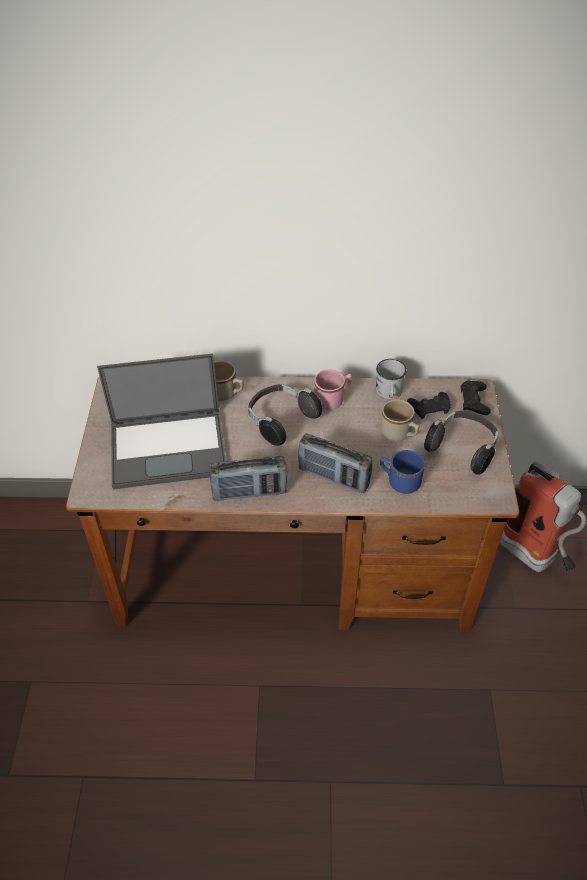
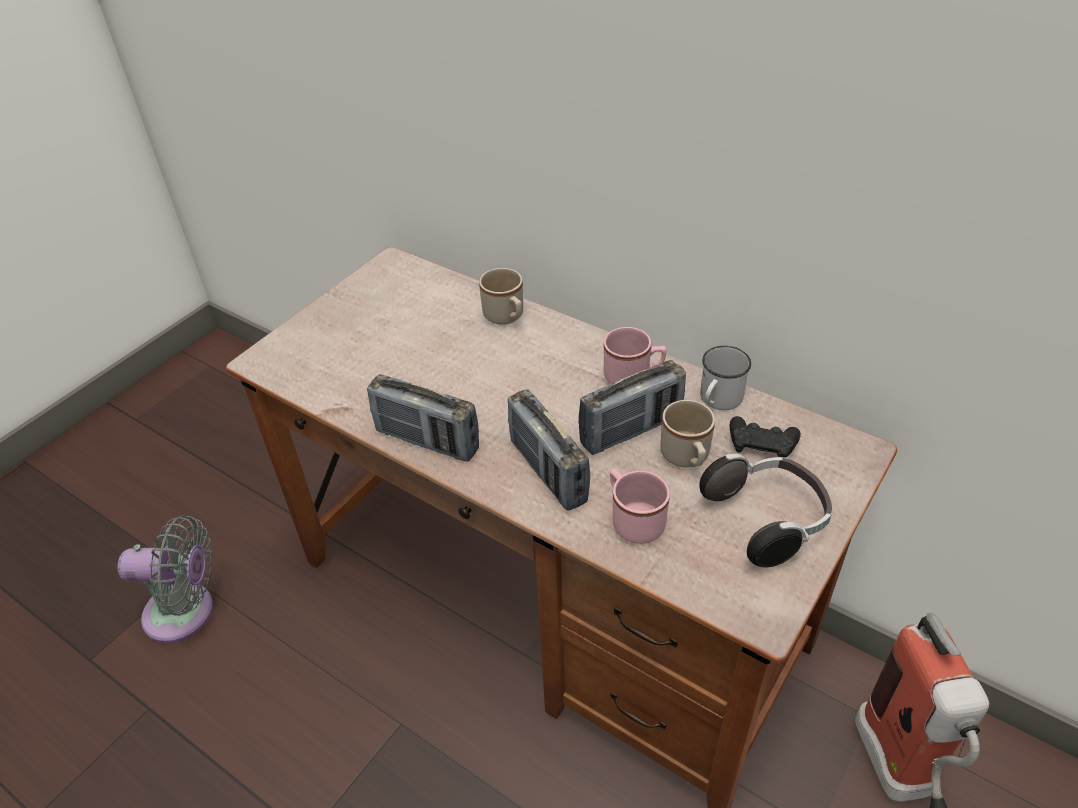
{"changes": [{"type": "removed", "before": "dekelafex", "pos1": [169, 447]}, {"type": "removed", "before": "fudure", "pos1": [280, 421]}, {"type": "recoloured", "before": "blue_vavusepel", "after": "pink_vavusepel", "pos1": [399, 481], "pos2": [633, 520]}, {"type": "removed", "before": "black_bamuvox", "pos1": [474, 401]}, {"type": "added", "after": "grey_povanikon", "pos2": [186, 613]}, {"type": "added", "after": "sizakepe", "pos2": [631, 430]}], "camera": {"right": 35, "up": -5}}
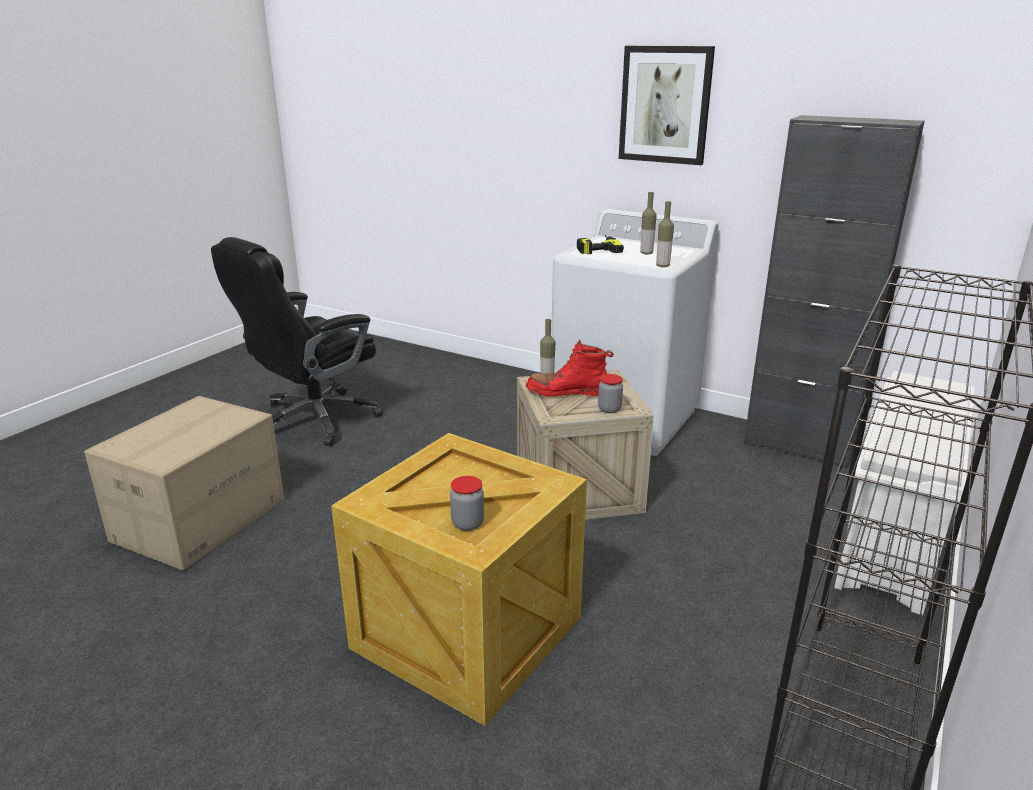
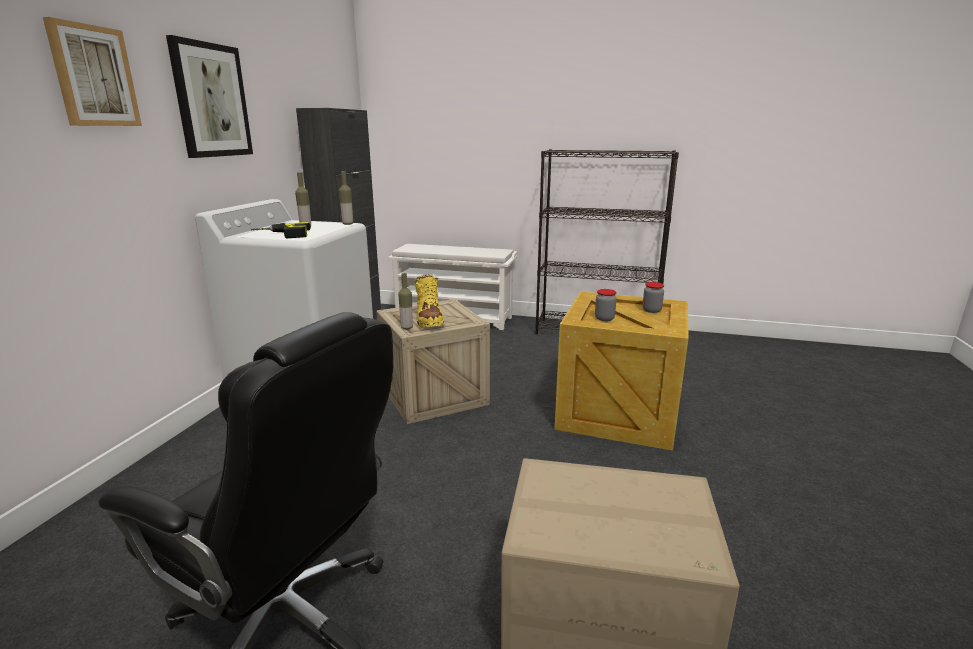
{"changes": [{"type": "recoloured", "before": "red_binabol", "after": "yellow_binabol", "pos1": [567, 392], "pos2": [429, 320]}, {"type": "moved", "before": "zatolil", "pos1": [609, 409], "pos2": [604, 318]}, {"type": "added", "after": "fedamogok", "pos2": [94, 76]}], "camera": {"right": -105, "up": -5}}
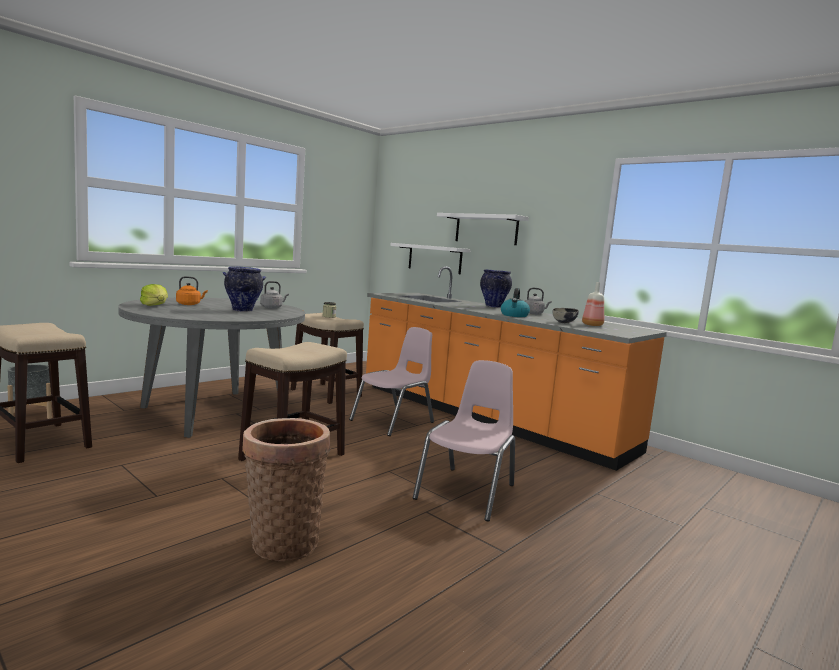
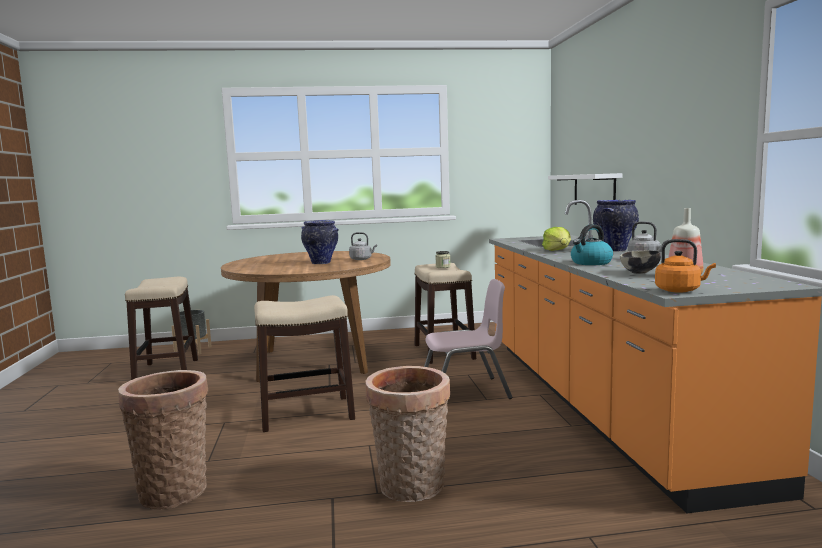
{"changes": [{"type": "recoloured", "before": "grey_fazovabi", "after": "brown_fazovabi", "pos1": [214, 412], "pos2": [313, 361]}, {"type": "moved", "before": "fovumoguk", "pos1": [155, 305], "pos2": [557, 250]}, {"type": "moved", "before": "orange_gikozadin", "pos1": [189, 304], "pos2": [680, 290]}, {"type": "replaced", "before": "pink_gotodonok", "after": "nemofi", "pos1": [467, 492], "pos2": [411, 488]}, {"type": "removed", "before": "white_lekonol", "pos1": [486, 229]}], "camera": {"right": 40, "up": 0}}
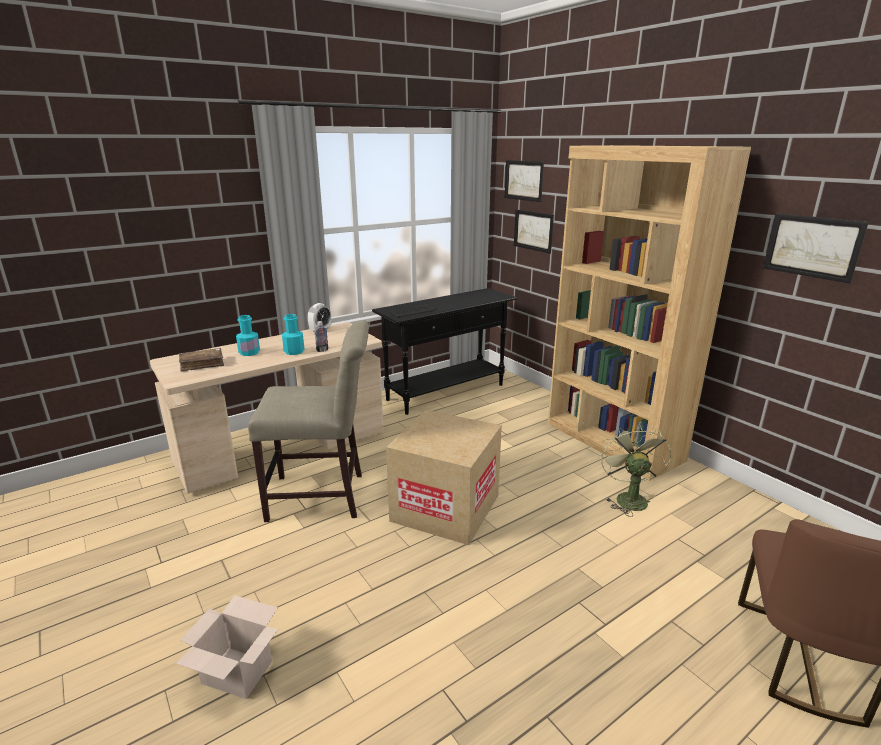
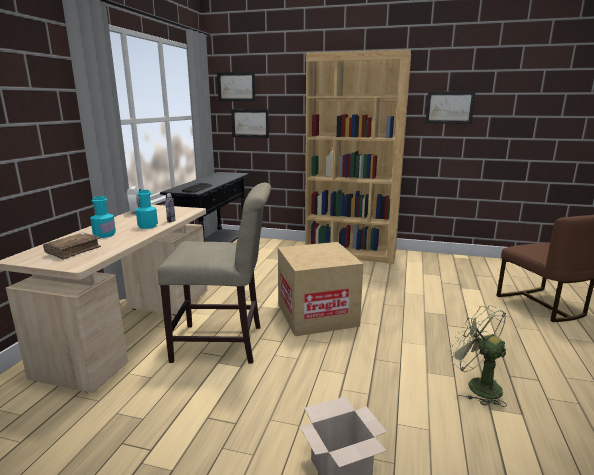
{"changes": [{"type": "turned", "before": "beige_gotodonok", "pos1": [323, 497], "pos2": [224, 344], "turn": 45}, {"type": "moved", "before": "green_povanikon", "pos1": [628, 497], "pos2": [477, 385]}], "camera": {"right": -40, "up": -5}}
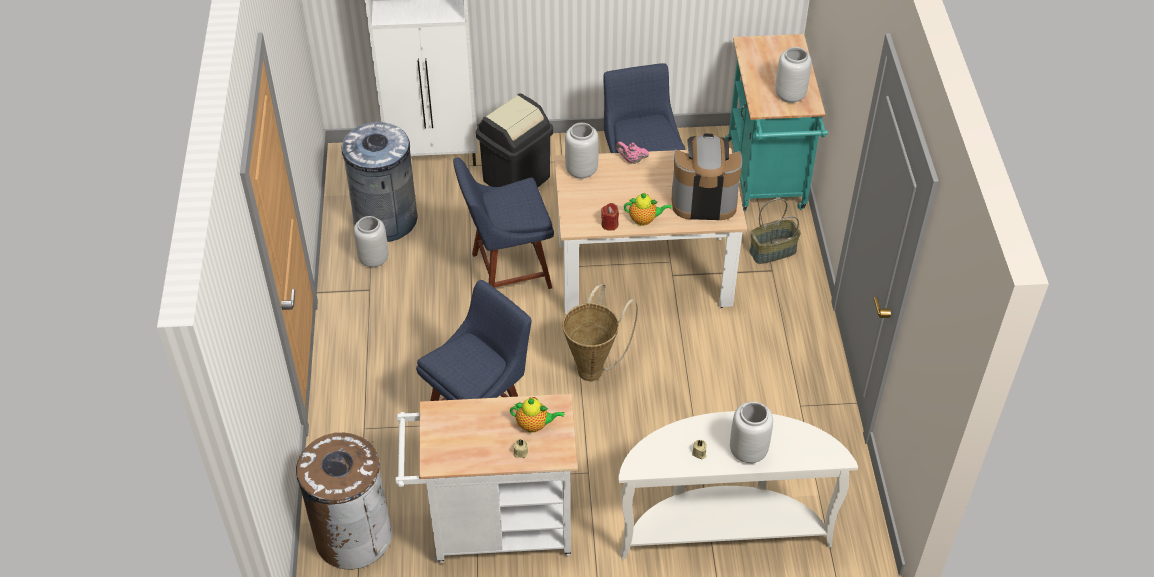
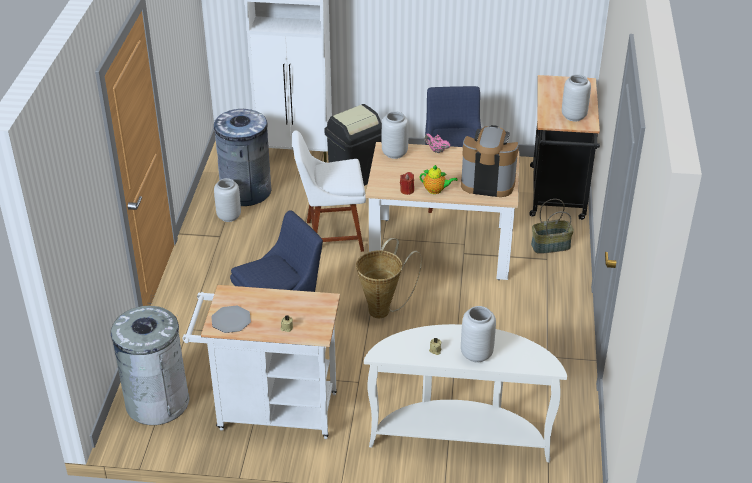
{"changes": [{"type": "recoloured", "before": "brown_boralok", "after": "grey_boralok", "pos1": [353, 536], "pos2": [157, 402]}, {"type": "recoloured", "before": "blue_gotodonok", "after": "white_gotodonok", "pos1": [506, 271], "pos2": [330, 236]}, {"type": "removed", "before": "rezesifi", "pos1": [534, 425]}, {"type": "recoloured", "before": "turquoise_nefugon", "after": "black_nefugon", "pos1": [766, 179], "pos2": [557, 196]}, {"type": "added", "after": "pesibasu", "pos2": [231, 320]}], "camera": {"right": 10, "up": -10}}
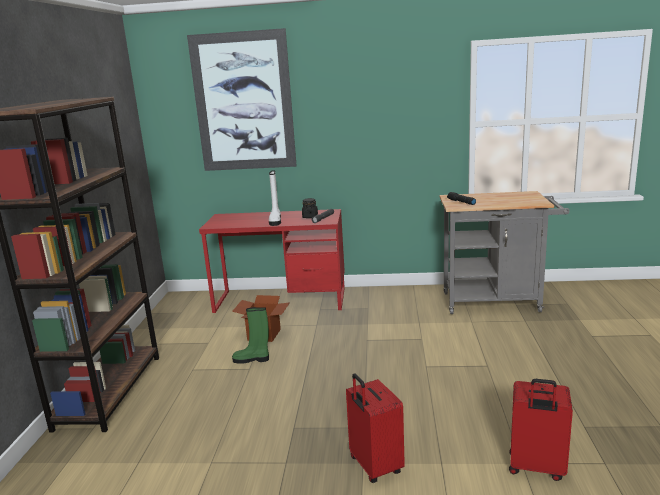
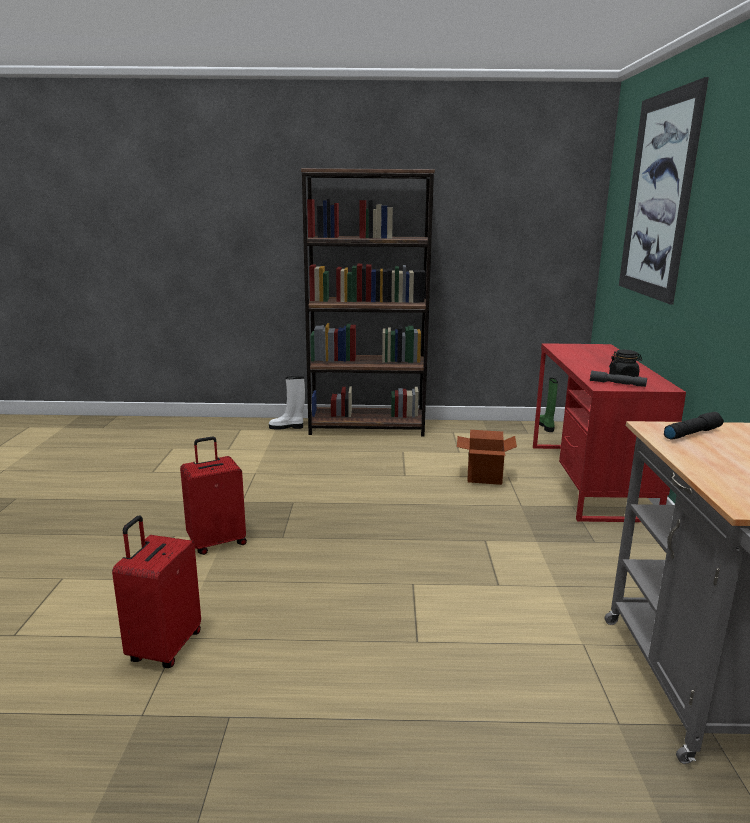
{"changes": [{"type": "moved", "before": "green_binabol", "pos1": [252, 359], "pos2": [546, 426]}, {"type": "moved", "before": "white_binabol", "pos1": [275, 221], "pos2": [287, 427]}], "camera": {"right": 85, "up": 0}}
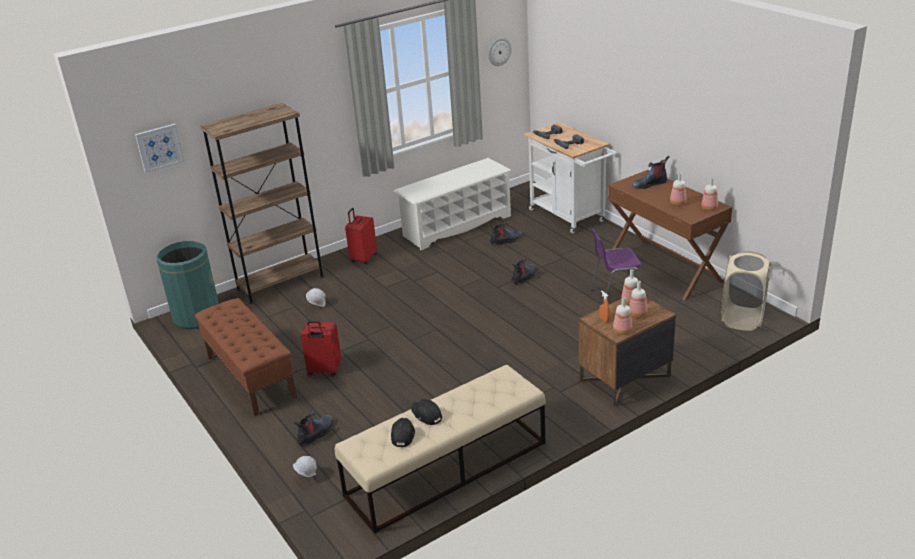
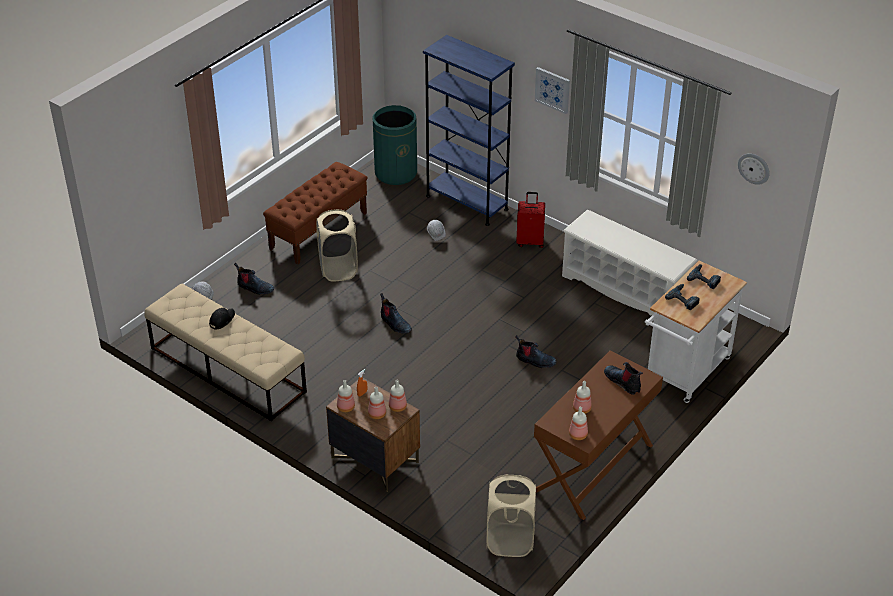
{"changes": [{"type": "moved", "before": "fedamogok", "pos1": [159, 147], "pos2": [552, 90]}, {"type": "recoloured", "before": "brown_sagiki", "after": "blue_sagiki", "pos1": [280, 283], "pos2": [466, 202]}, {"type": "replaced", "before": "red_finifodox", "after": "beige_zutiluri", "pos1": [324, 370], "pos2": [338, 269]}, {"type": "removed", "before": "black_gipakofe", "pos1": [402, 435]}, {"type": "moved", "before": "binabol", "pos1": [506, 240], "pos2": [394, 324]}, {"type": "removed", "before": "purple_gotodonok", "pos1": [615, 297]}], "camera": {"right": 70, "up": 10}}
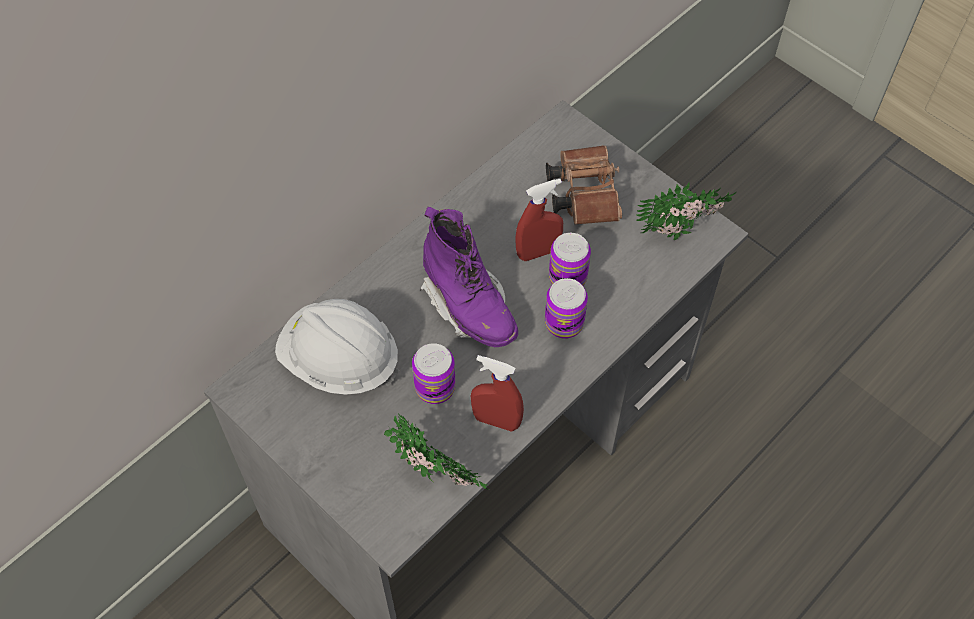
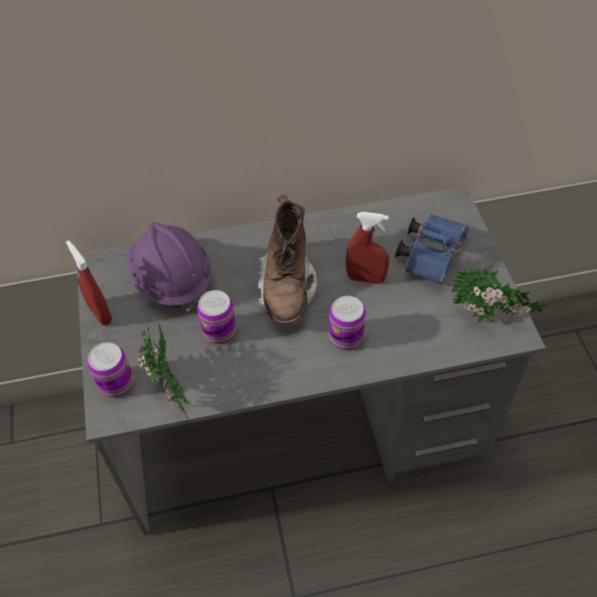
{"changes": [{"type": "recoloured", "before": "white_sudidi", "after": "purple_sudidi", "pos1": [339, 361], "pos2": [172, 280]}, {"type": "recoloured", "before": "purple_binabol", "after": "brown_binabol", "pos1": [468, 305], "pos2": [287, 289]}, {"type": "moved", "before": "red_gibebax", "pos1": [496, 420], "pos2": [100, 313]}, {"type": "recoloured", "before": "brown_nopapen", "after": "blue_nopapen", "pos1": [583, 193], "pos2": [431, 254]}, {"type": "moved", "before": "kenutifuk", "pos1": [567, 278], "pos2": [116, 383]}], "camera": {"right": 35, "up": -5}}
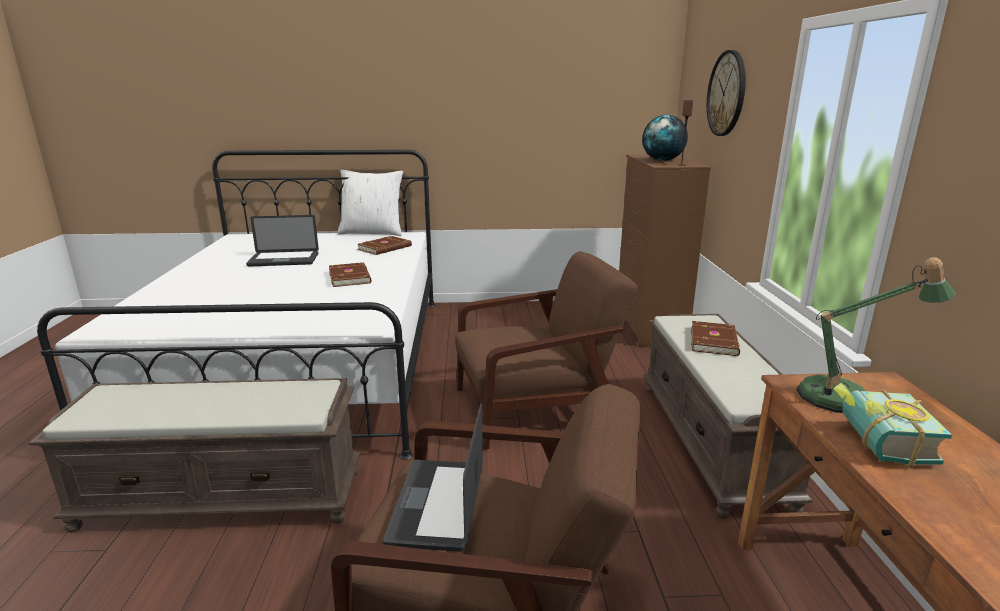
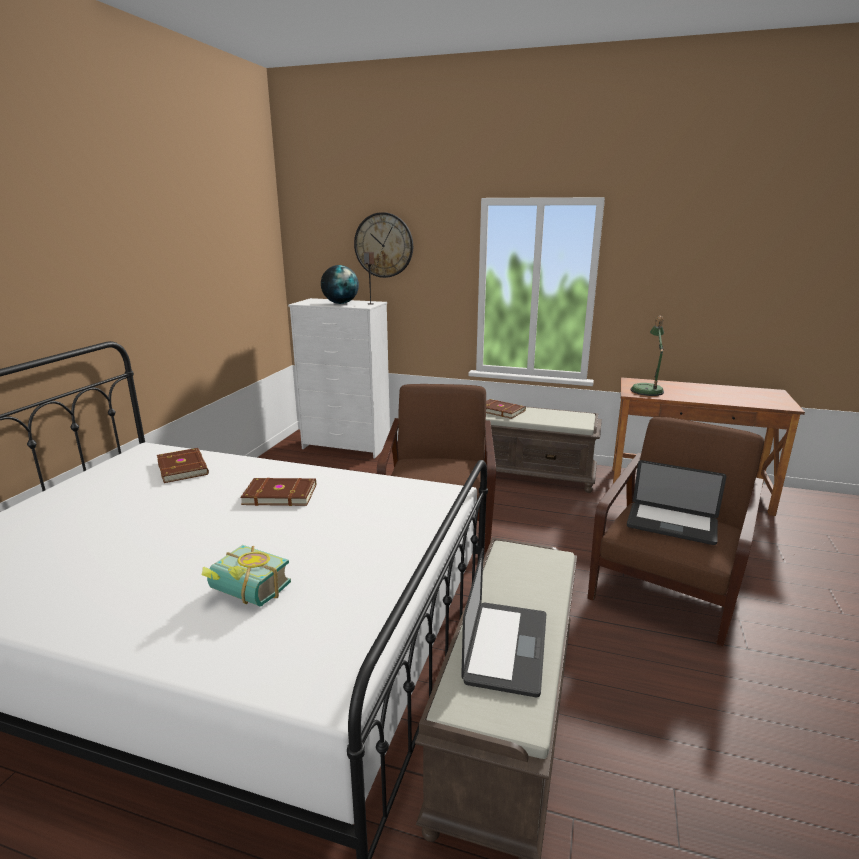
{"changes": [{"type": "moved", "before": "dekelafex", "pos1": [284, 260], "pos2": [506, 648]}, {"type": "removed", "before": "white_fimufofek", "pos1": [372, 232]}, {"type": "recoloured", "before": "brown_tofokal", "after": "white_tofokal", "pos1": [649, 327], "pos2": [346, 446]}, {"type": "moved", "before": "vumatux", "pos1": [876, 443], "pos2": [245, 594]}], "camera": {"right": -70, "up": 0}}
